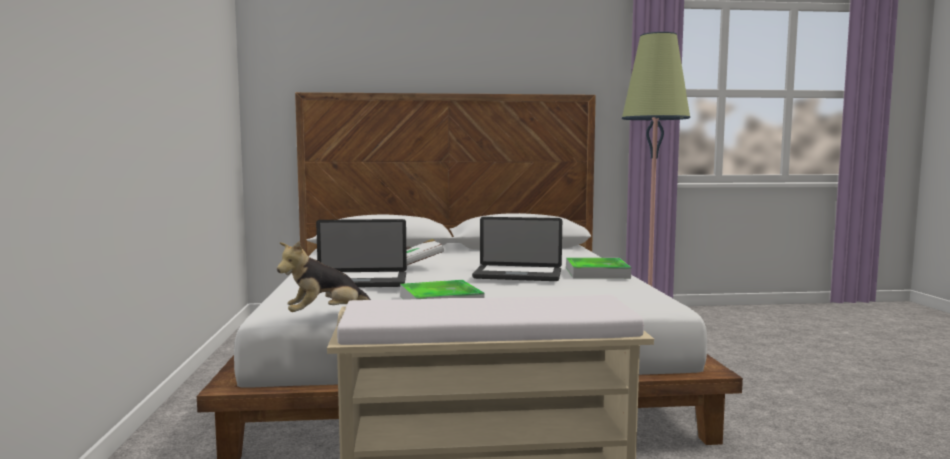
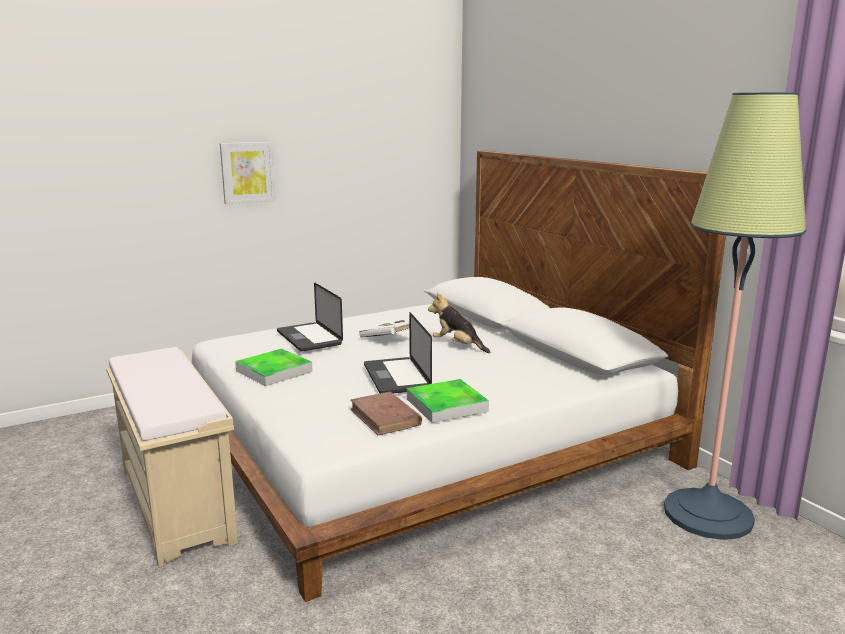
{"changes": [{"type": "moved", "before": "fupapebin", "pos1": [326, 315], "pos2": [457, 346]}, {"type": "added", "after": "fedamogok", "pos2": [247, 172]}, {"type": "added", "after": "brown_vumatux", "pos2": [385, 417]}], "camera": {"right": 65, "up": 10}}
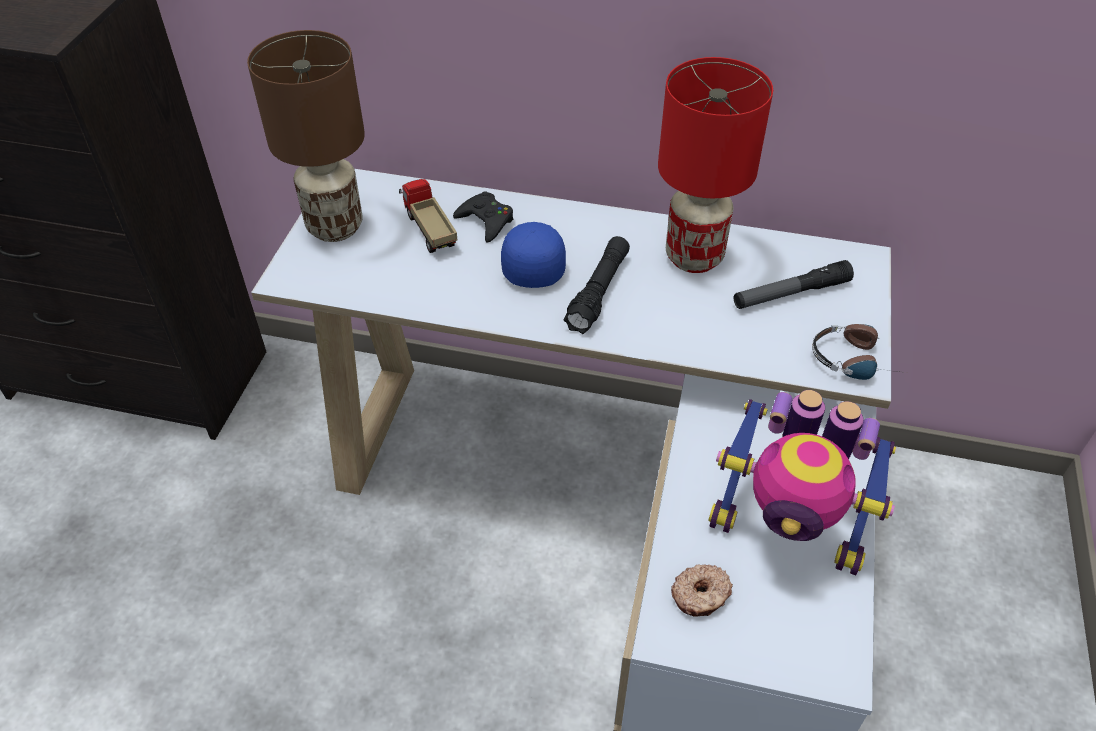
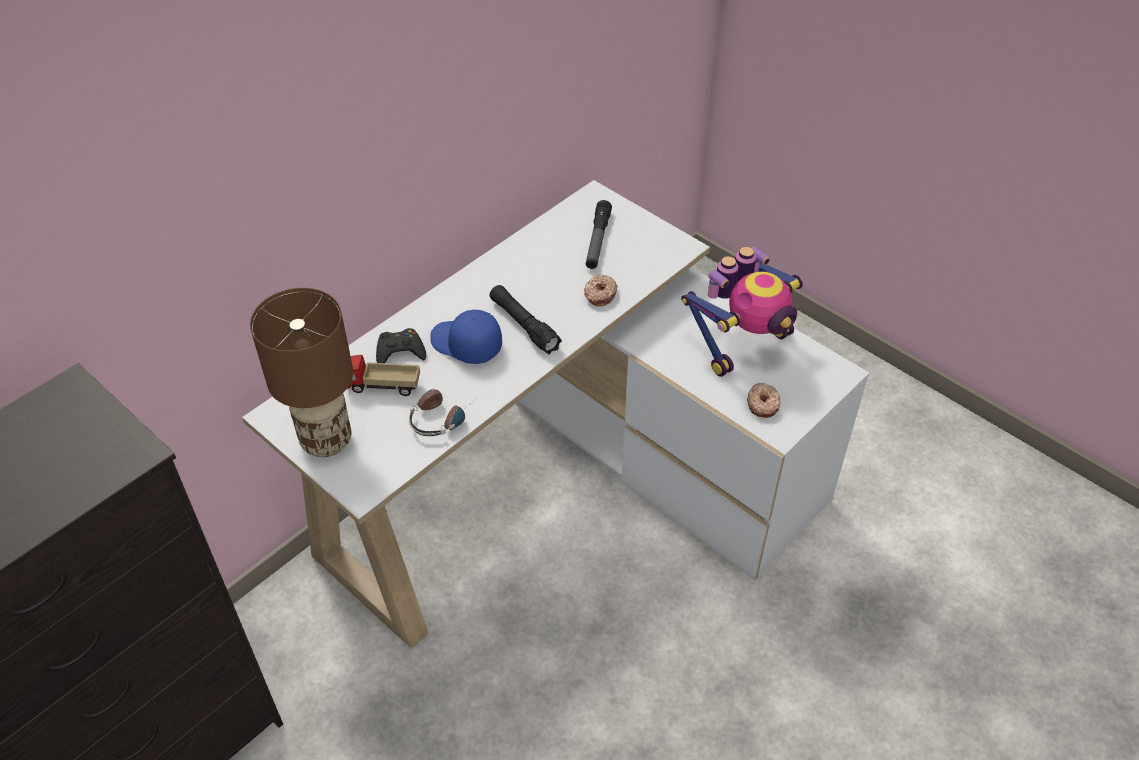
{"changes": [{"type": "removed", "before": "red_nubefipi", "pos1": [695, 258]}, {"type": "moved", "before": "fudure", "pos1": [857, 360], "pos2": [442, 416]}, {"type": "added", "after": "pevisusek", "pos2": [599, 294]}], "camera": {"right": -60, "up": 0}}
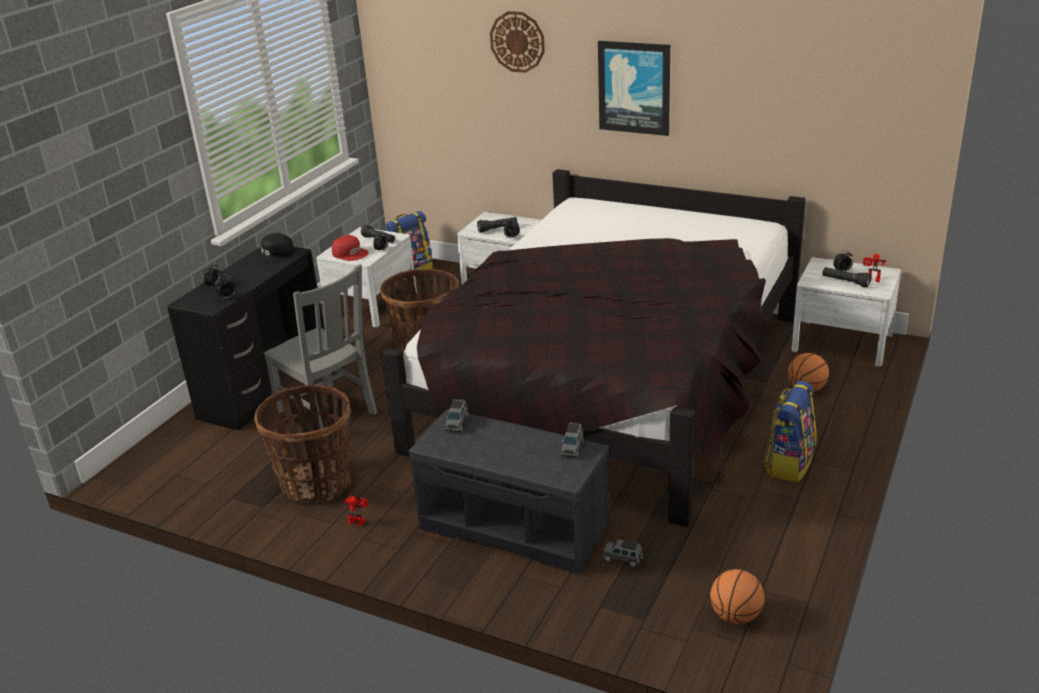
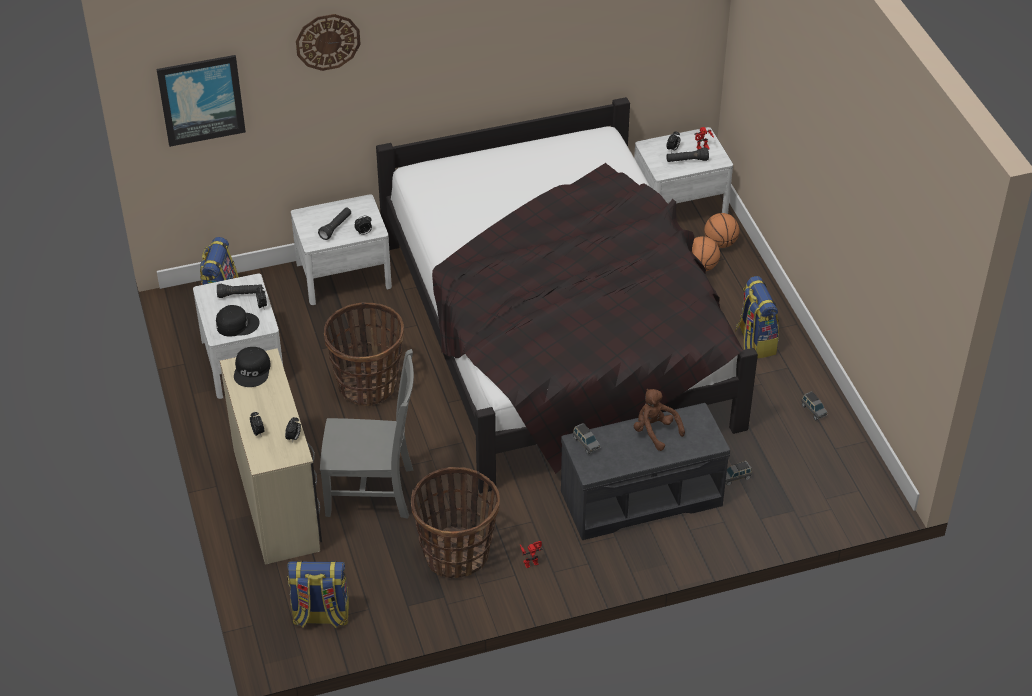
{"changes": [{"type": "recoloured", "before": "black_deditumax", "after": "beige_deditumax", "pos1": [267, 387], "pos2": [278, 499]}, {"type": "recoloured", "before": "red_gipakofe", "after": "black_gipakofe", "pos1": [350, 253], "pos2": [237, 324]}, {"type": "moved", "before": "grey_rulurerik", "pos1": [572, 448], "pos2": [813, 410]}, {"type": "moved", "before": "fedamogok", "pos1": [634, 87], "pos2": [201, 99]}, {"type": "moved", "before": "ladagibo", "pos1": [735, 616], "pos2": [720, 243]}, {"type": "added", "after": "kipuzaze", "pos2": [320, 615]}, {"type": "added", "after": "brown_fupapebin", "pos2": [655, 431]}], "camera": {"right": -45, "up": 15}}
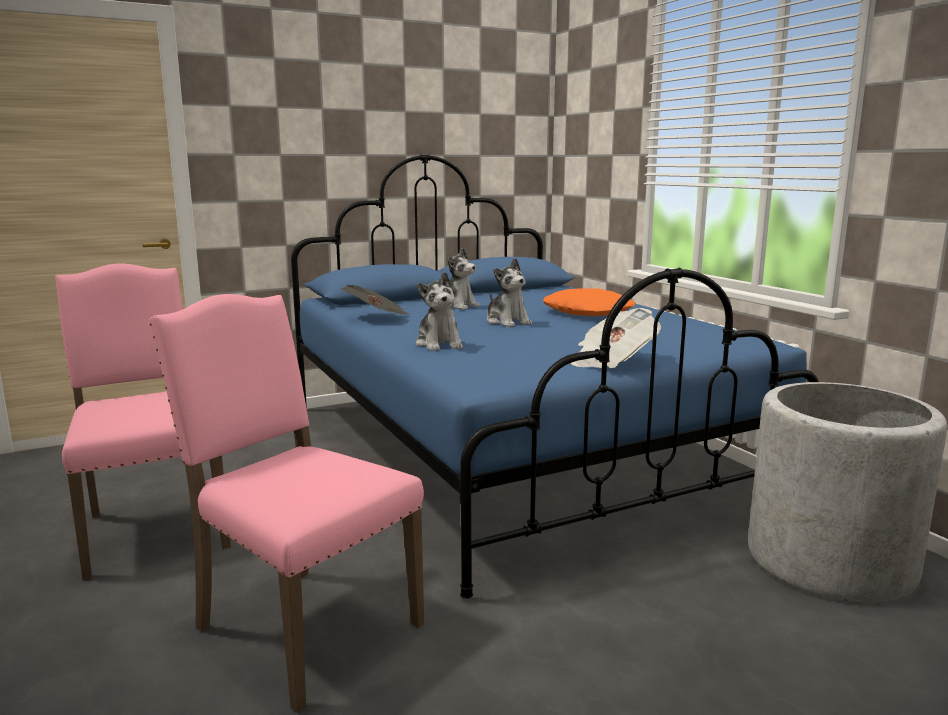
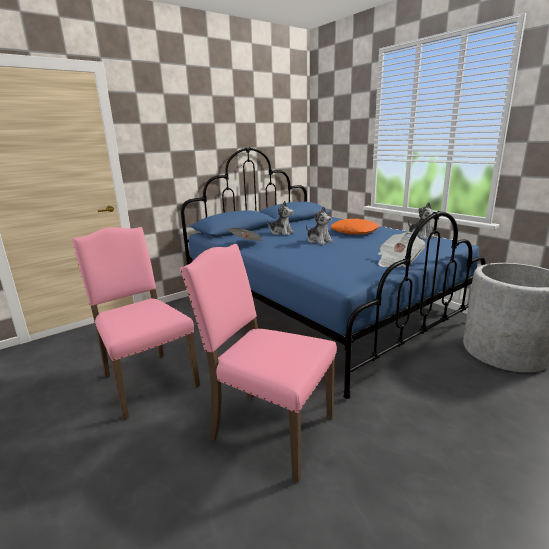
{"changes": [{"type": "moved", "before": "fupapebin", "pos1": [439, 344], "pos2": [420, 236]}], "camera": {"right": -10, "up": 5}}
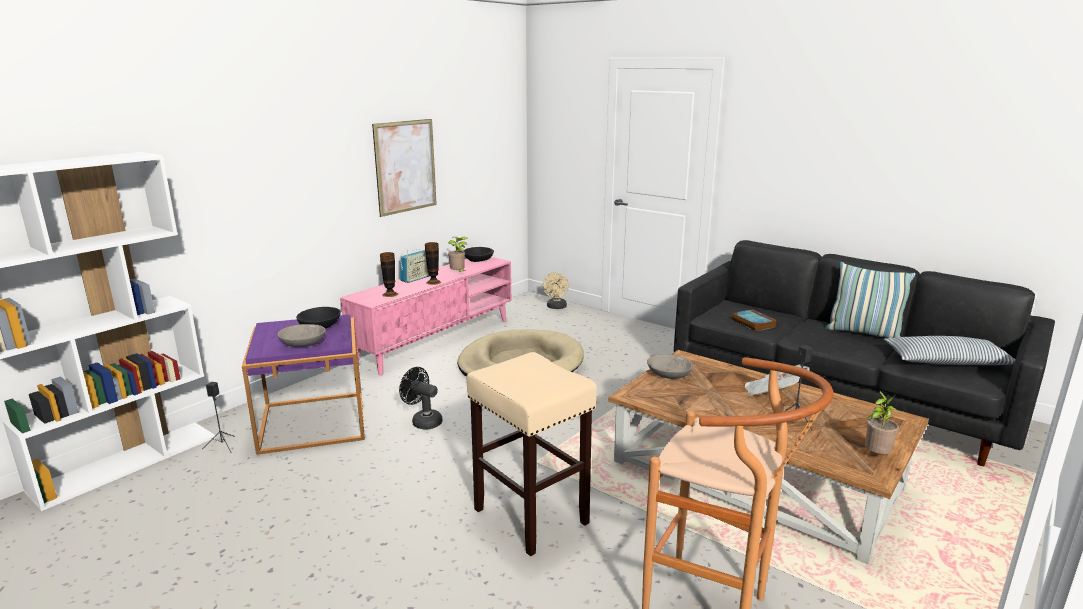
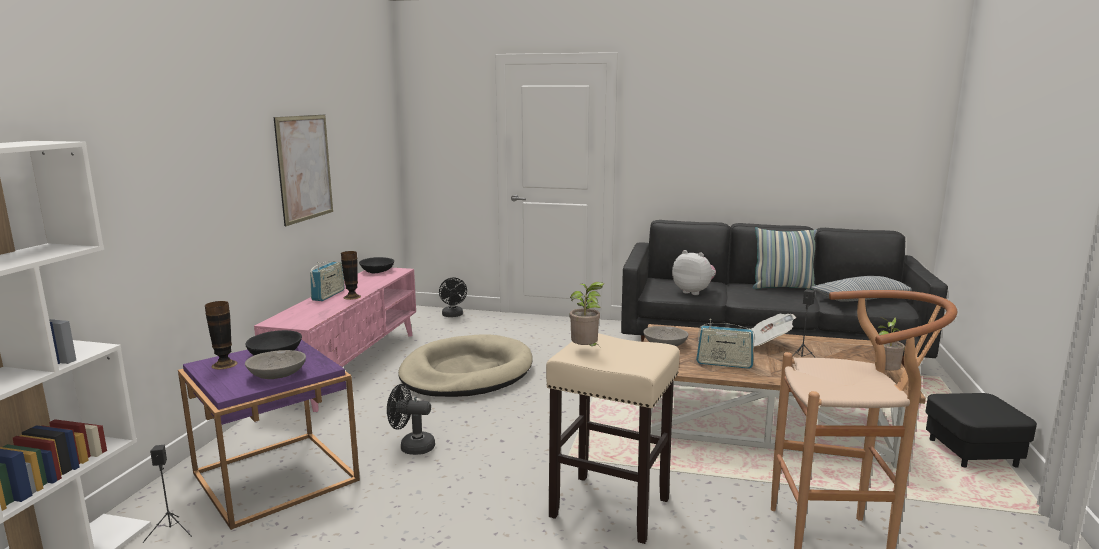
{"changes": [{"type": "moved", "before": "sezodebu", "pos1": [390, 294], "pos2": [224, 364]}, {"type": "moved", "before": "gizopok", "pos1": [458, 273], "pos2": [586, 350]}, {"type": "recoloured", "before": "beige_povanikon", "after": "black_povanikon", "pos1": [556, 307], "pos2": [453, 315]}, {"type": "replaced", "before": "vumatux", "after": "fupapebin", "pos1": [752, 323], "pos2": [693, 292]}, {"type": "added", "after": "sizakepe", "pos2": [724, 364]}, {"type": "added", "after": "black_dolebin", "pos2": [972, 453]}], "camera": {"right": -25, "up": -5}}
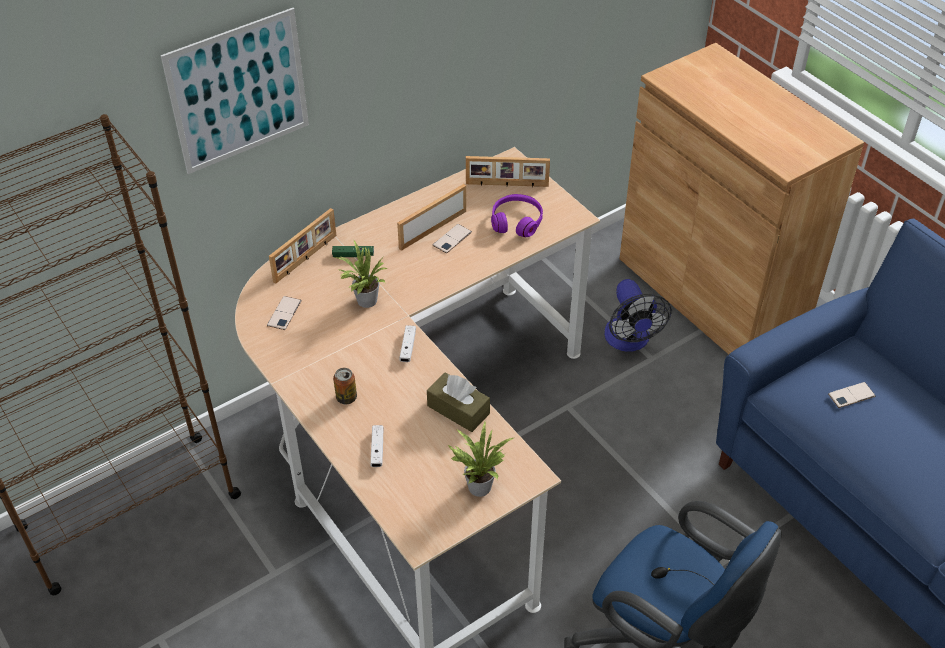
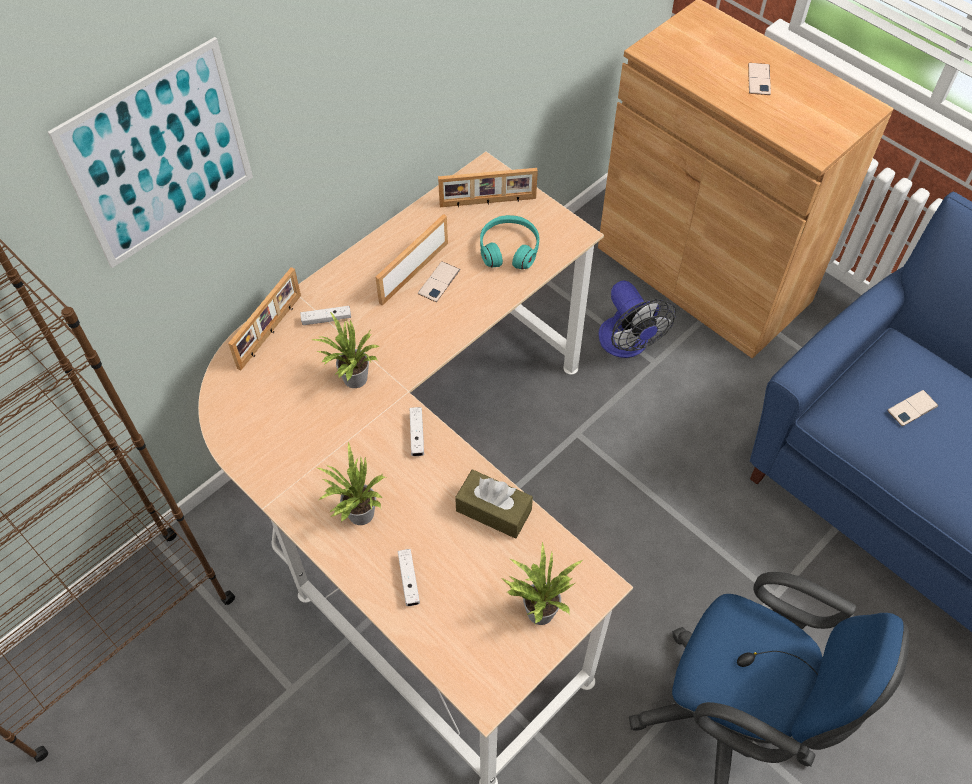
{"changes": [{"type": "moved", "before": "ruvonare", "pos1": [284, 313], "pos2": [759, 79]}, {"type": "recoloured", "before": "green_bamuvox", "after": "white_bamuvox", "pos1": [353, 255], "pos2": [326, 319]}, {"type": "replaced", "before": "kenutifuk", "after": "gizopok", "pos1": [346, 398], "pos2": [357, 514]}, {"type": "recoloured", "before": "purple_fudure", "after": "turquoise_fudure", "pos1": [516, 221], "pos2": [509, 249]}], "camera": {"right": -10, "up": 10}}
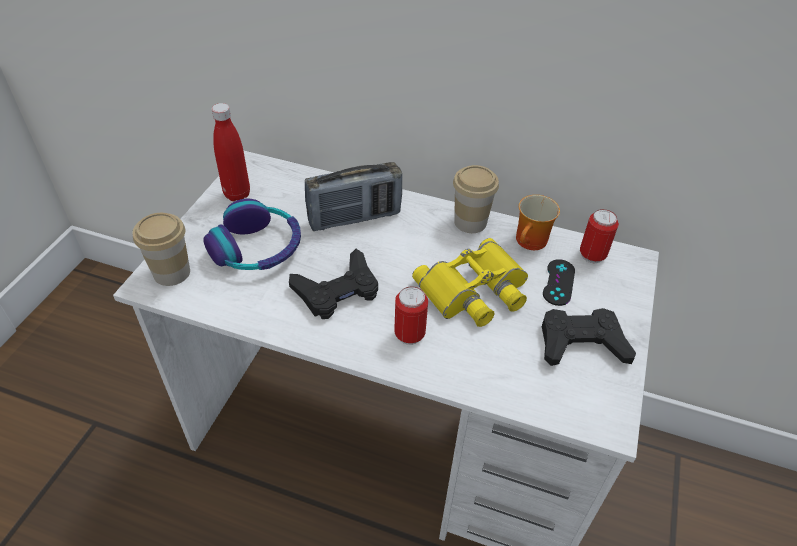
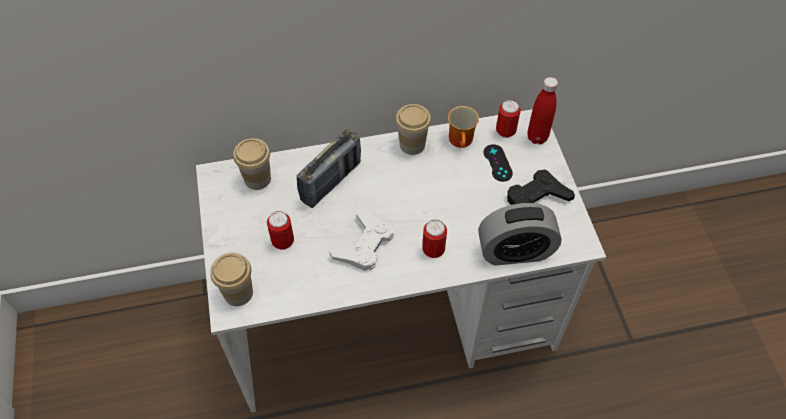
{"changes": [{"type": "replaced", "before": "fudure", "after": "kenutifuk", "pos1": [257, 248], "pos2": [283, 242]}, {"type": "moved", "before": "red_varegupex", "pos1": [237, 194], "pos2": [537, 137]}, {"type": "recoloured", "before": "black_bamuvox", "after": "white_bamuvox", "pos1": [337, 291], "pos2": [364, 244]}, {"type": "removed", "before": "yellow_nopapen", "pos1": [475, 291]}, {"type": "added", "after": "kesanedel", "pos2": [257, 179]}, {"type": "added", "after": "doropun", "pos2": [515, 251]}], "camera": {"right": -30, "up": 10}}
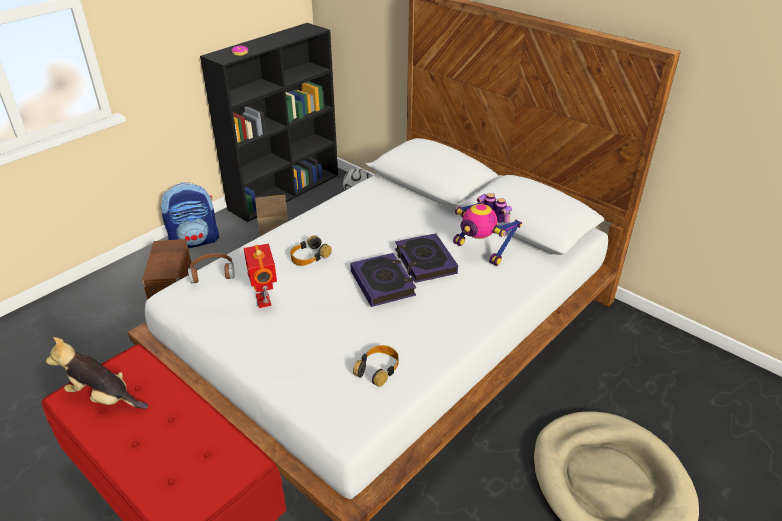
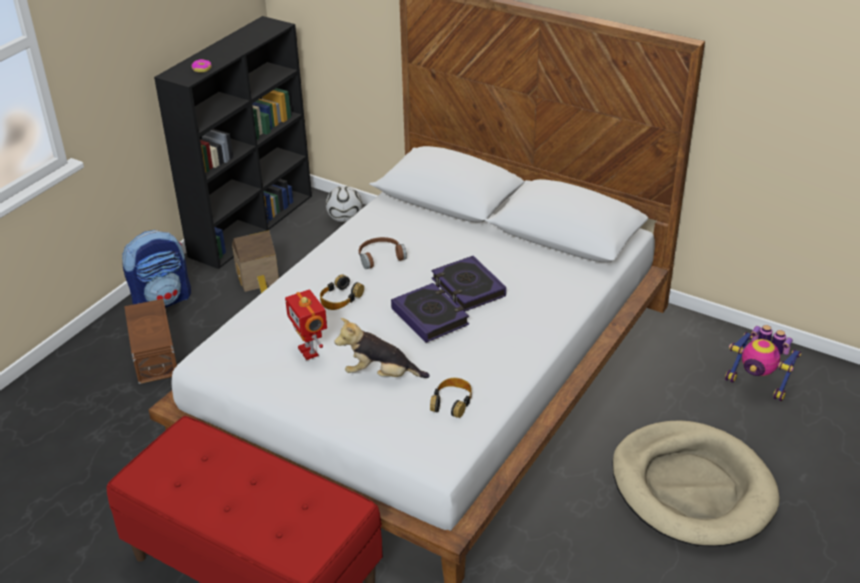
{"changes": [{"type": "moved", "before": "fupapebin", "pos1": [104, 397], "pos2": [381, 375]}, {"type": "moved", "before": "brown_fudure", "pos1": [212, 272], "pos2": [380, 256]}, {"type": "moved", "before": "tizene", "pos1": [481, 250], "pos2": [757, 384]}], "camera": {"right": -10, "up": 0}}
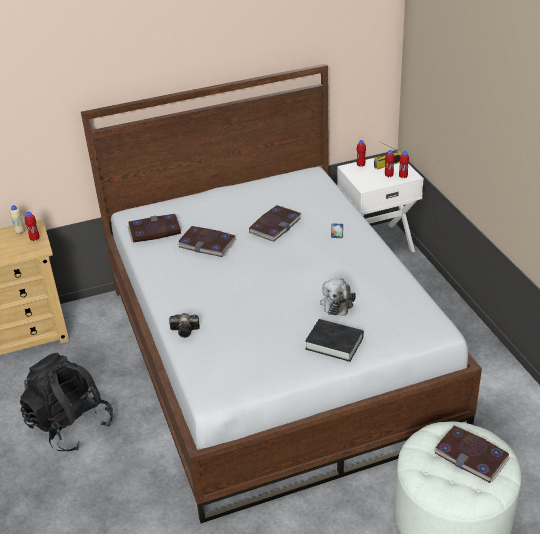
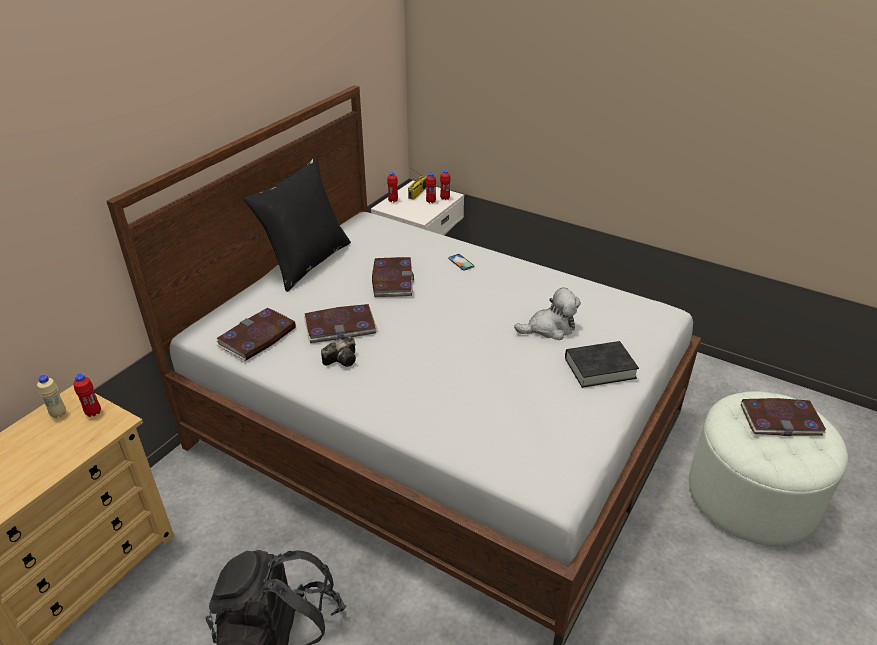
{"changes": [{"type": "moved", "before": "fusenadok", "pos1": [186, 330], "pos2": [343, 359]}, {"type": "turned", "before": "fupapebin", "pos1": [337, 303], "pos2": [549, 328], "turn": -75}, {"type": "added", "after": "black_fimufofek", "pos2": [306, 262]}], "camera": {"right": -40, "up": 0}}
